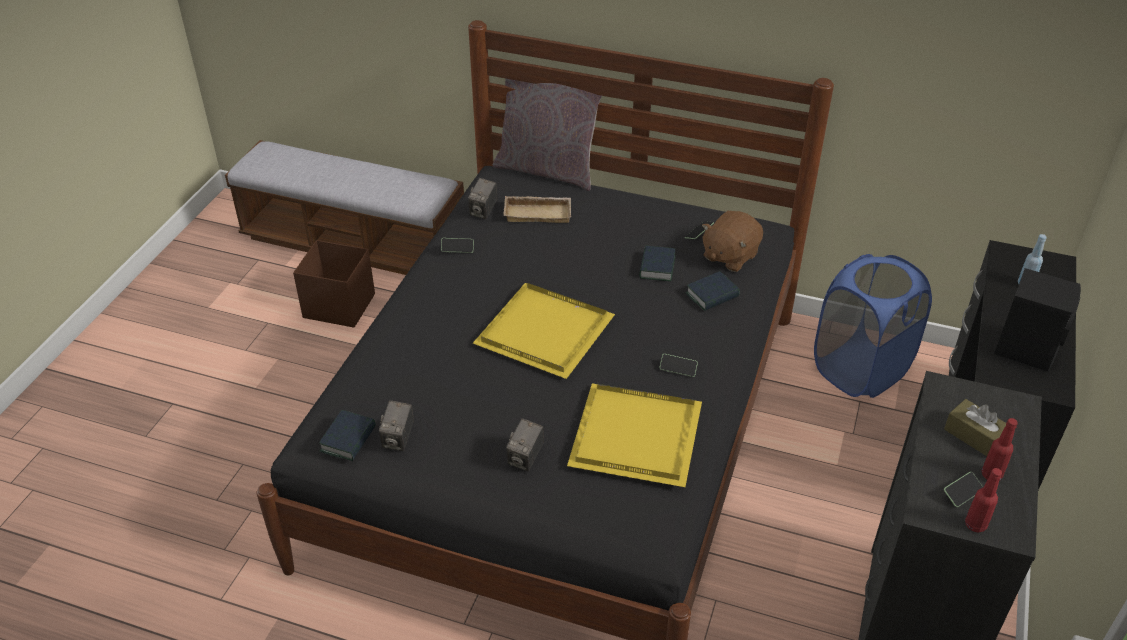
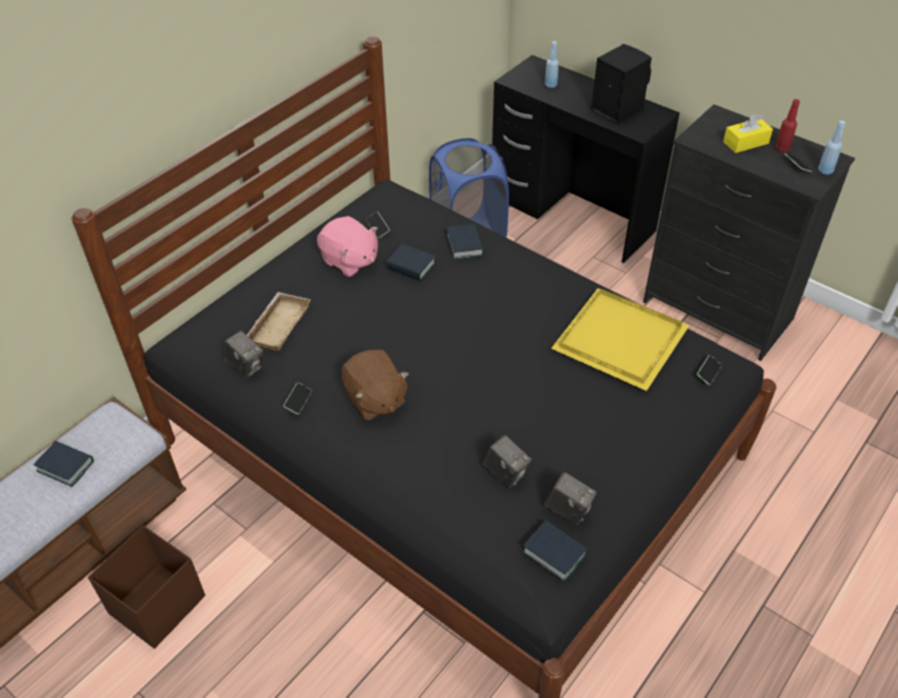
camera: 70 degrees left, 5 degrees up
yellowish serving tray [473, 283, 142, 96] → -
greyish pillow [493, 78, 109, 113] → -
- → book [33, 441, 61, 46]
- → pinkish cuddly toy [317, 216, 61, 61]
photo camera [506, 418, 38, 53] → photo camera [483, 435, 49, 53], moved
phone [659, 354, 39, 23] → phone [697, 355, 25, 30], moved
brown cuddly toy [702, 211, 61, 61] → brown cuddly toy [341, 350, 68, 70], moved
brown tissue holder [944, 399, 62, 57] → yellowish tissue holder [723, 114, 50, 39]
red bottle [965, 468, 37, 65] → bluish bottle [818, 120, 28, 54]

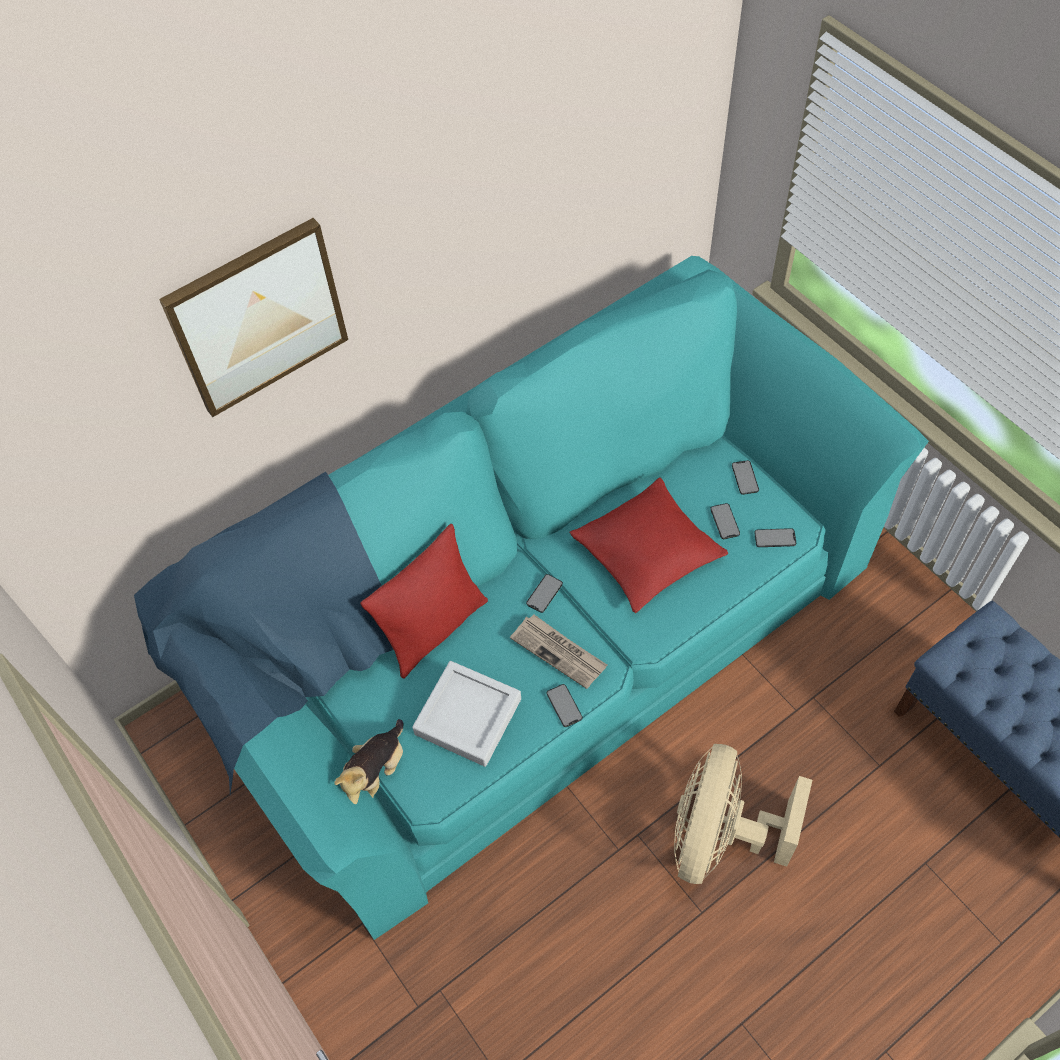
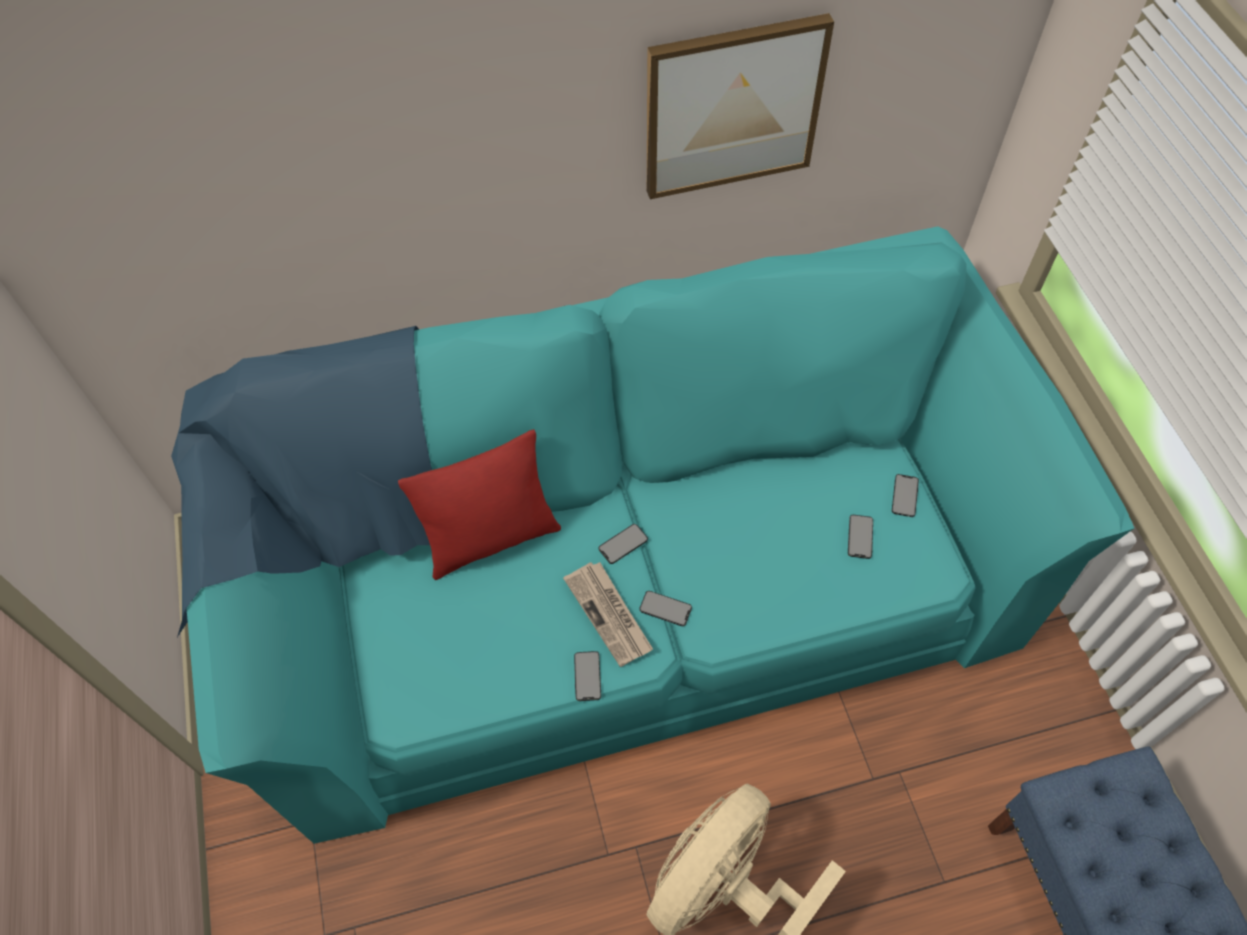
camera: 20 degrees right, 0 degrees up
cuddly toy [334, 719, 69, 85] → -
greyish serving tray [412, 661, 109, 106] → -
red pillow [569, 477, 159, 136] → -
wall picture [159, 218, 189, 199] → wall picture [647, 13, 187, 186], moved
phone [754, 528, 42, 19] → phone [639, 591, 53, 35], moved

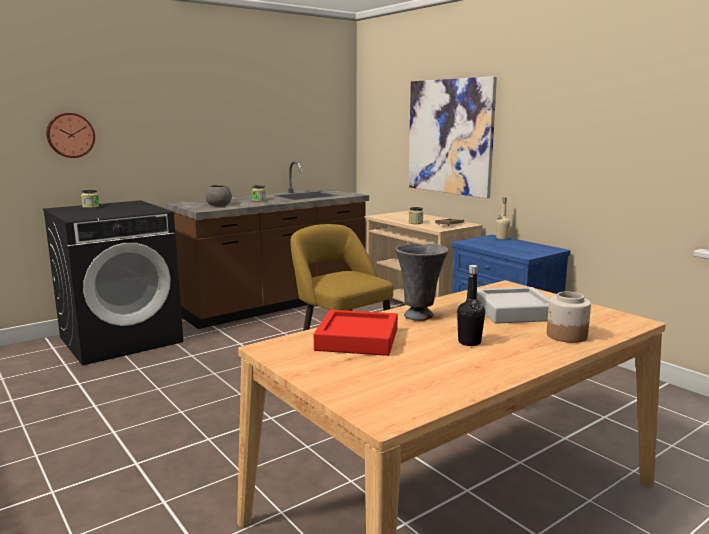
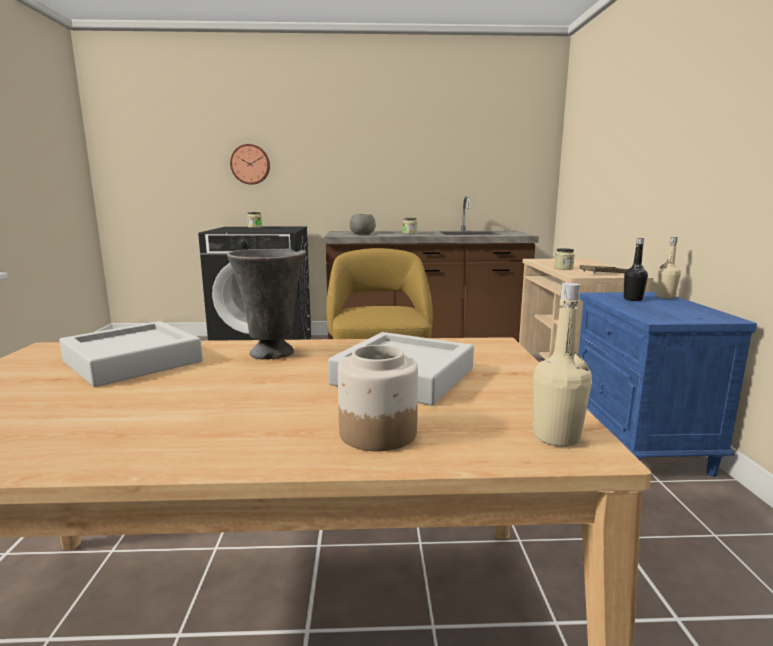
camera: 35 degrees right, 0 degrees up
wall picture [408, 76, 89, 122] → -
- → beige bottle [533, 283, 59, 164]
blackish bottle [457, 265, 28, 81] → blackish bottle [624, 238, 24, 63], moved
red serving tray [314, 310, 84, 46] → greyish serving tray [59, 321, 144, 66]

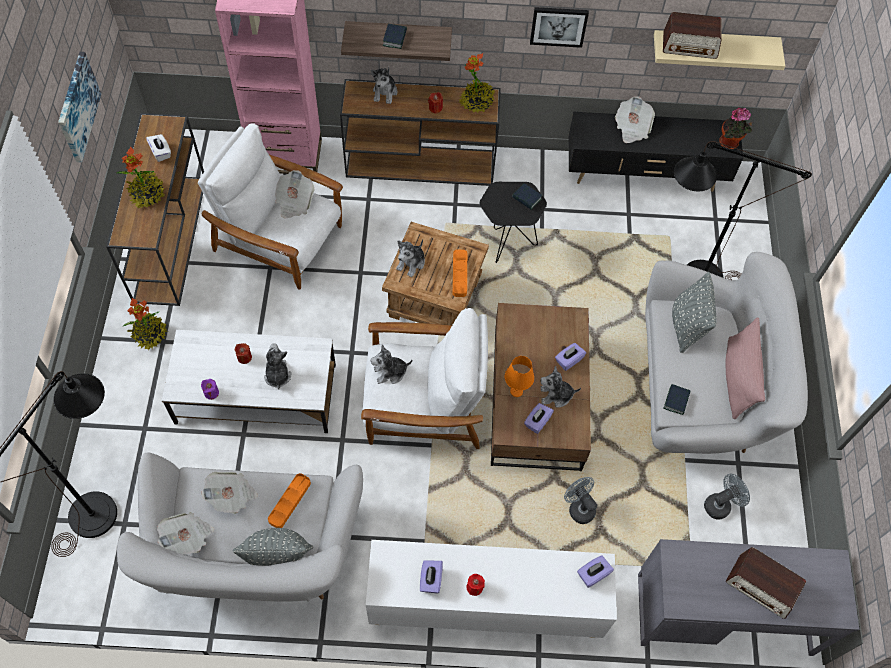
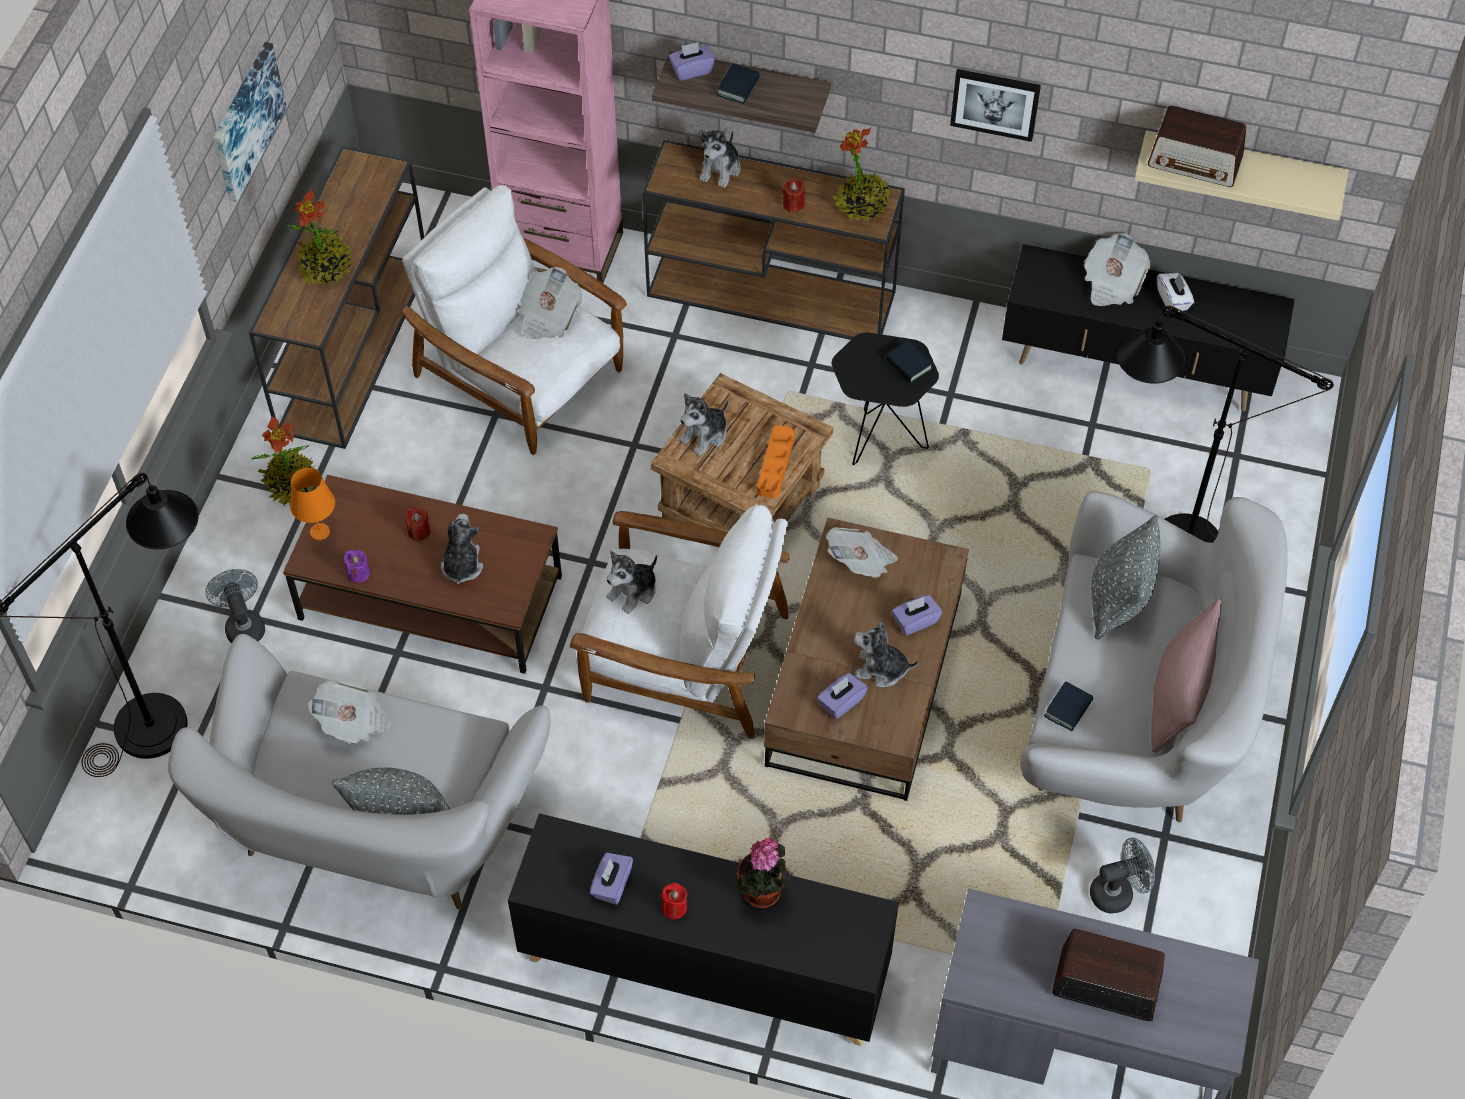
camera: 15 degrees right, 5 degrees down
orange-coloured serving tray [268, 473, 43, 55] → -
whitish tissue holder [146, 134, 25, 28] → whitish tissue holder [1157, 273, 37, 39], moved
daily paper [157, 512, 57, 43] → daily paper [826, 527, 72, 51], moved
orange-coloured tabletop lamp [505, 356, 29, 41] → orange-coloured tabletop lamp [290, 468, 45, 72], moved
greyish electric fan [564, 477, 33, 47] → greyish electric fan [205, 569, 60, 75], moved
purple tissue holder [577, 555, 37, 33] → purple tissue holder [669, 42, 46, 39], moved
plant in a pot [719, 108, 33, 41] → plant in a pot [735, 838, 56, 70], moved
whitish coffee table [162, 330, 174, 103] → brown coffee table [283, 475, 279, 199]
whitish cabinet [366, 540, 251, 98] → blackish cabinet [508, 813, 391, 233]
cuddly toy [370, 344, 42, 40] → cuddly toy [607, 551, 50, 63], 45 degrees counterclockwise
radio set [726, 547, 80, 72] → radio set [1052, 928, 113, 93], 150 degrees clockwise

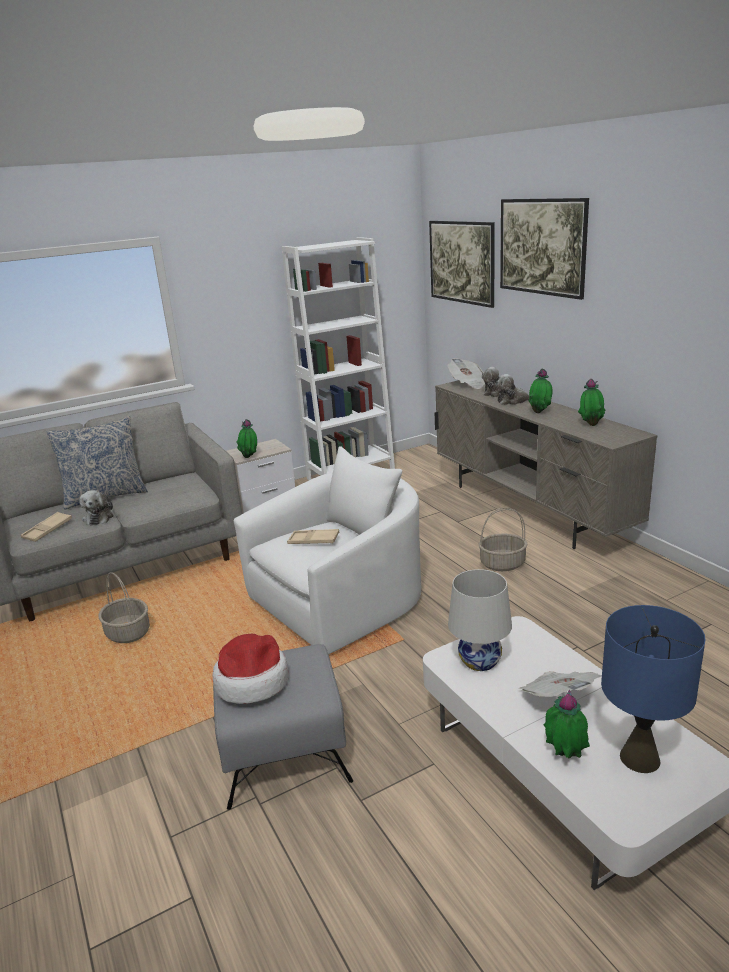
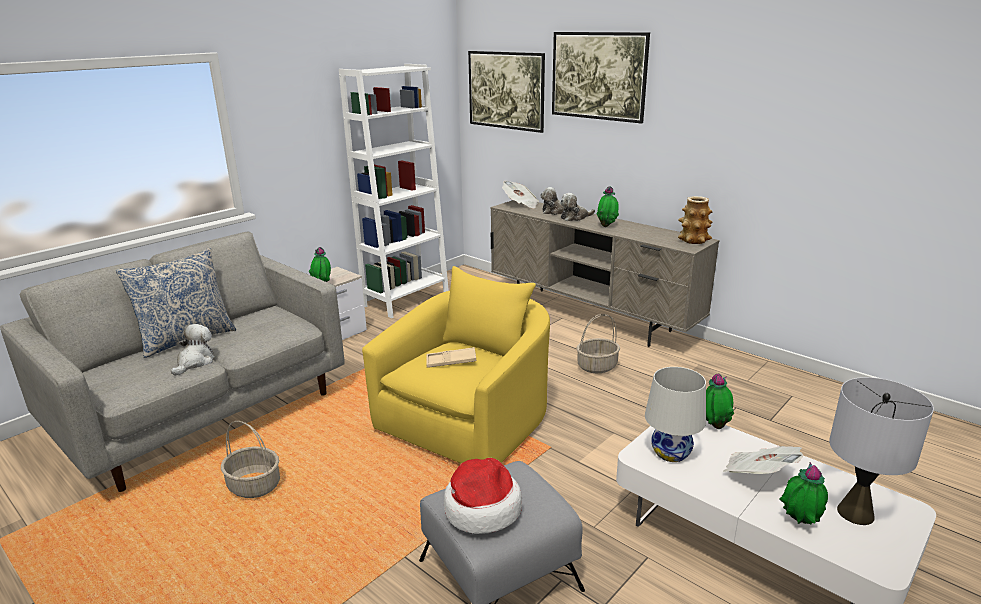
camera: 20 degrees left, 0 degrees up
beige serving tray [21, 512, 51, 30] → -
- → flower vase [678, 196, 34, 48]
plant in a pot [578, 379, 27, 47] → plant in a pot [706, 374, 28, 55], moved
whitish lounge chair [234, 446, 187, 209] → yellowish lounge chair [362, 266, 188, 197]
bluish tabletop lamp [601, 605, 105, 168] → greyish tabletop lamp [829, 377, 105, 148]
cuddly toy [79, 490, 34, 36] → cuddly toy [171, 324, 43, 52], 135 degrees counterclockwise

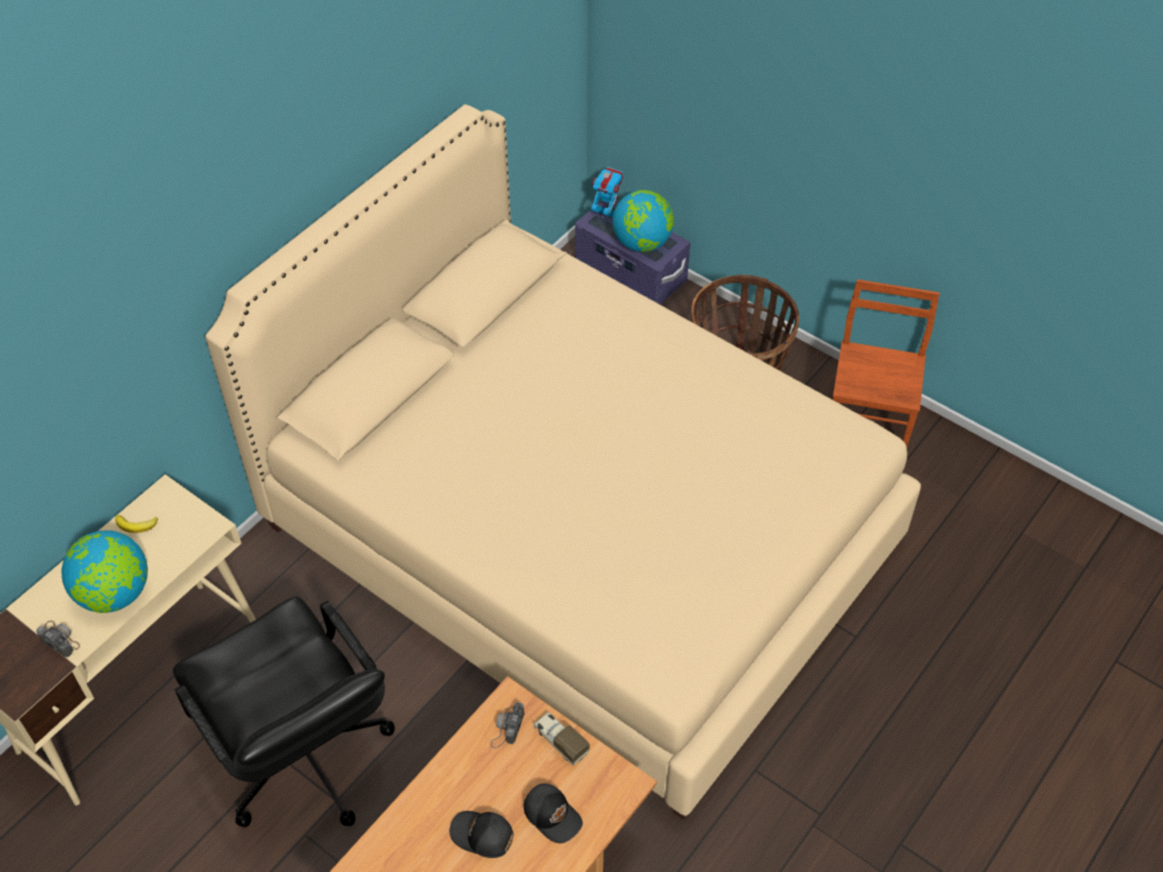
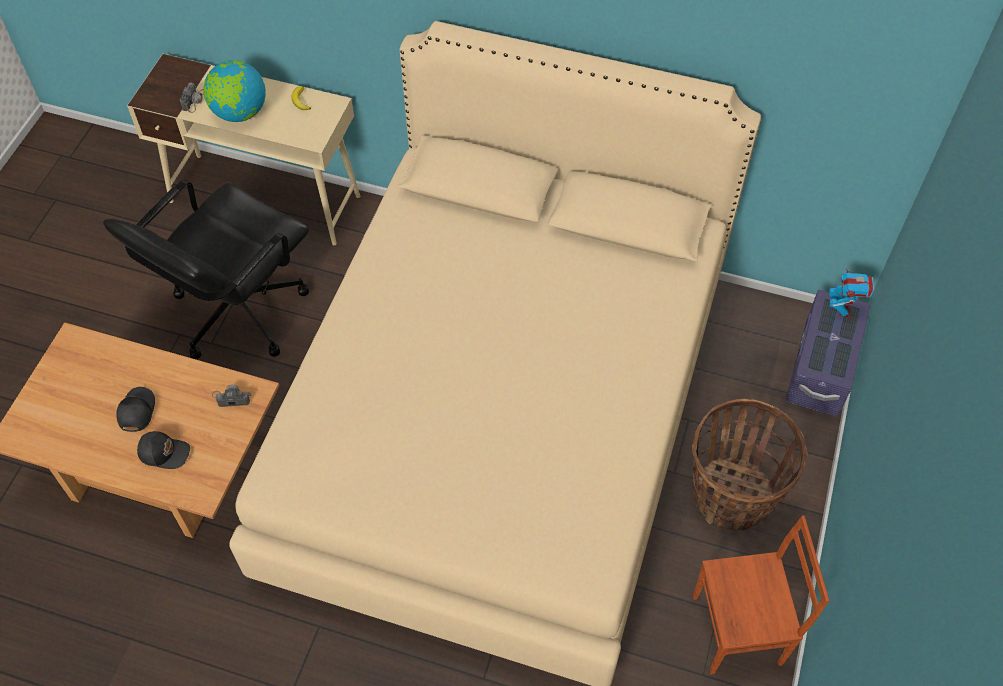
camera: 70 degrees right, 5 degrees up
toy lorry [534, 712, 56, 54] → -
desk globe [613, 190, 61, 62] → -
blackish peaked cap [524, 784, 59, 59] → blackish peaked cap [137, 431, 53, 38], 105 degrees counterclockwise

